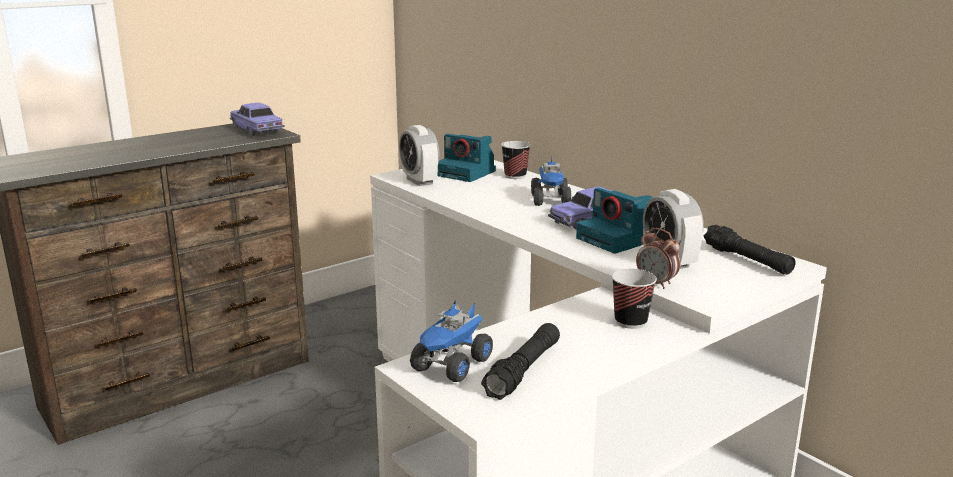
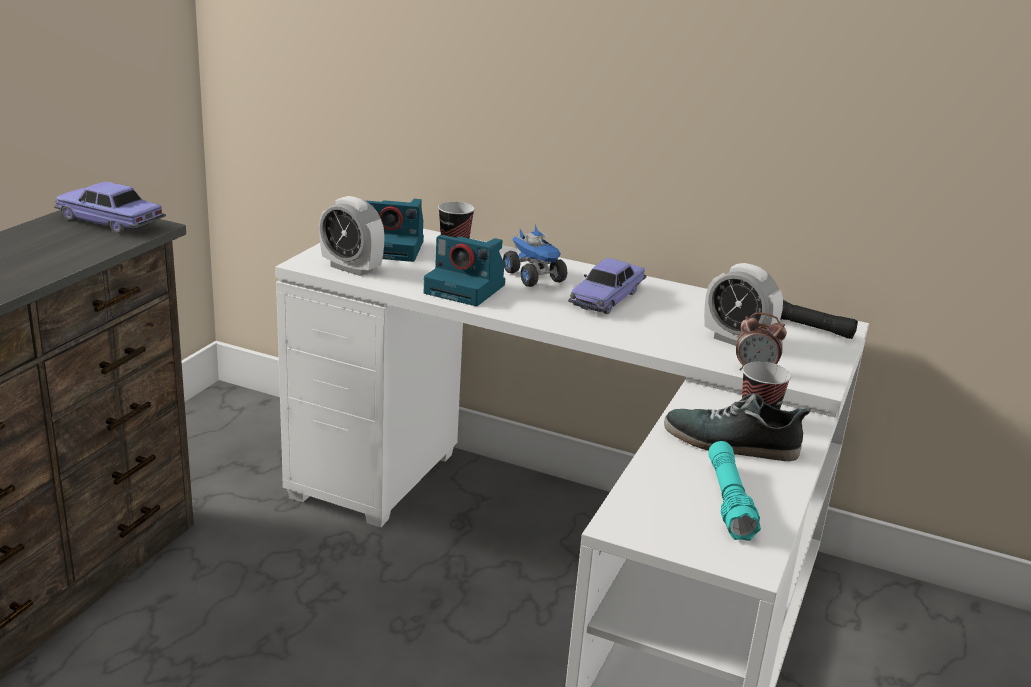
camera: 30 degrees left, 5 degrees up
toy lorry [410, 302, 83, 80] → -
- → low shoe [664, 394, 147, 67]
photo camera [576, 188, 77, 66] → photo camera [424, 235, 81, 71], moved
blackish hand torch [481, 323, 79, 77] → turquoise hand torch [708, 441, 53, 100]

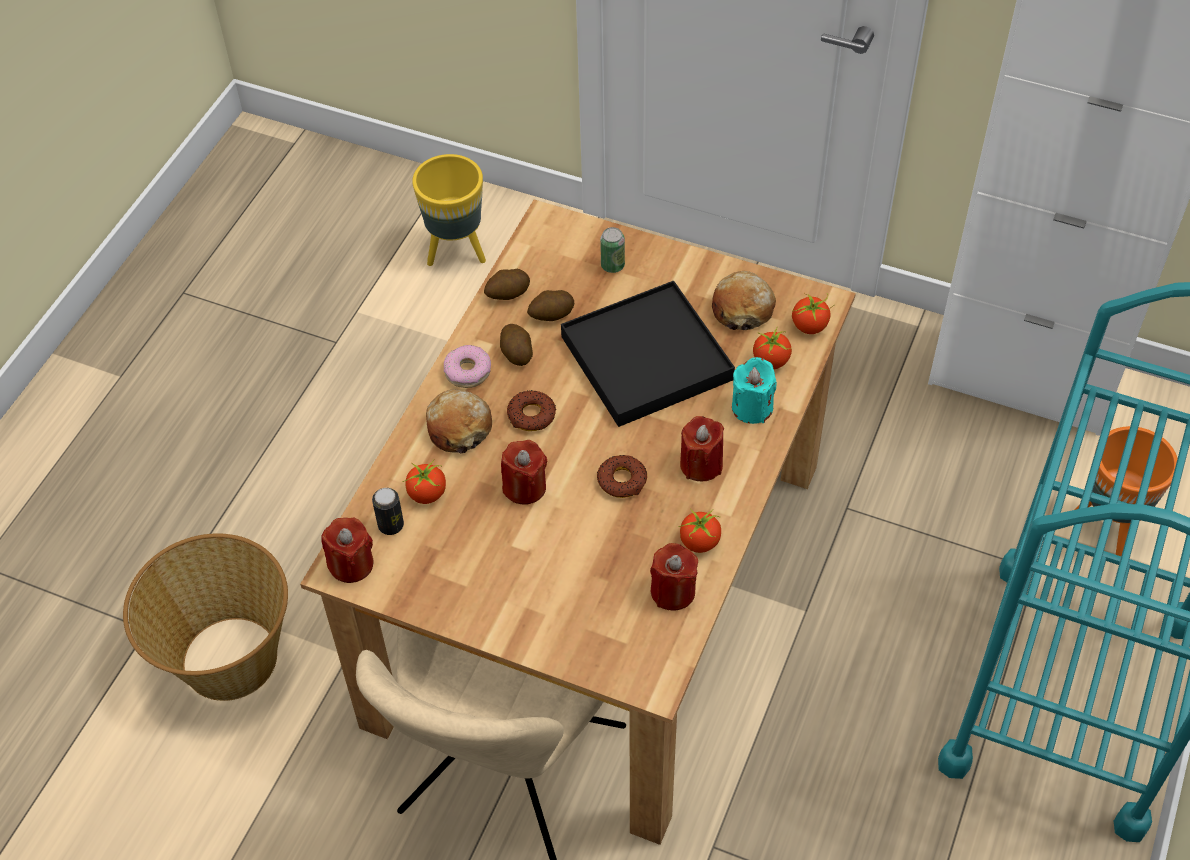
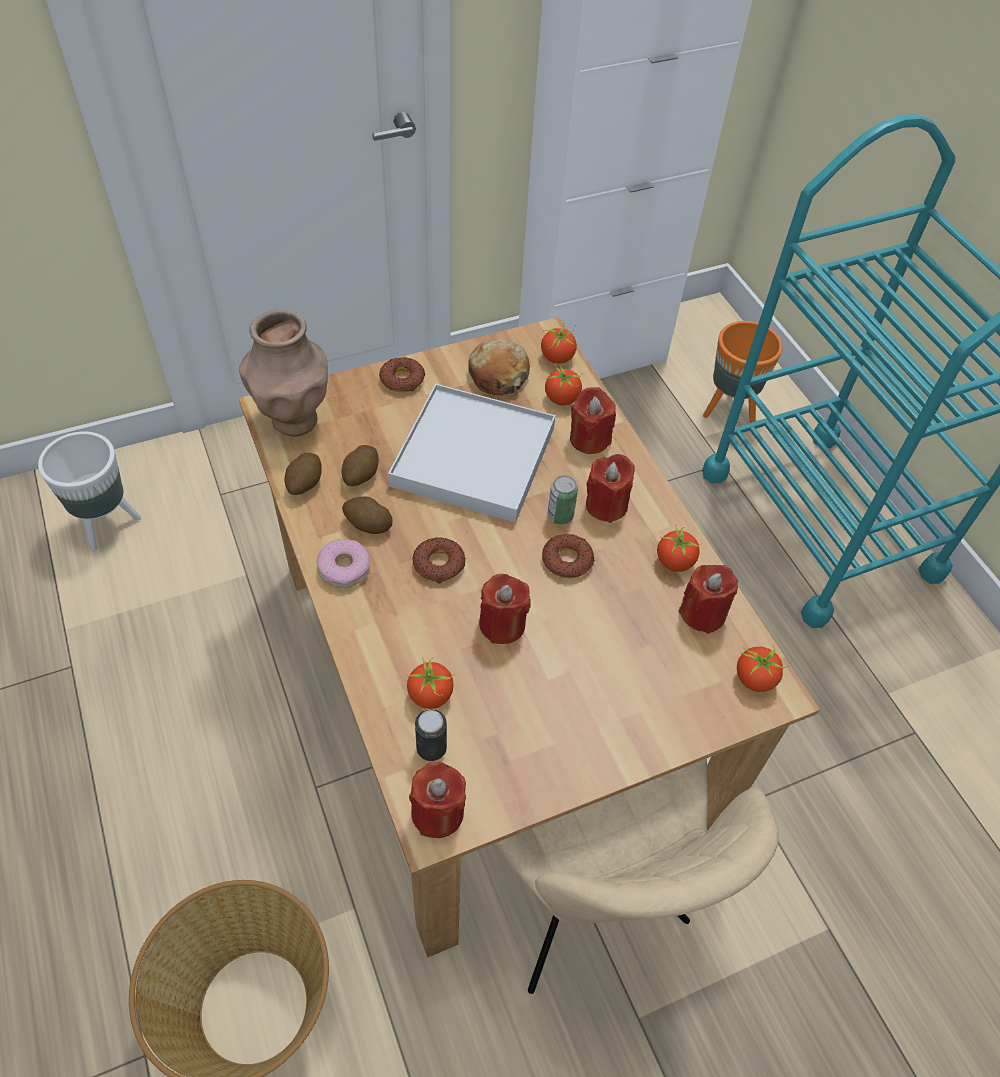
camera: 50 degrees left, 0 degrees up
bread [426, 389, 66, 65] → -
- → brown flower vase [239, 309, 89, 128]
- → donut [379, 357, 46, 35]
- → whole tomato [737, 646, 54, 46]
sealed can [600, 227, 25, 46] → sealed can [548, 475, 30, 49], moved
yellowish plant pot [412, 154, 74, 112] → whitish plant pot [38, 431, 103, 120]
blackish serving tray [561, 281, 174, 146] → whitish serving tray [388, 384, 167, 139]
turquoise wax light [732, 357, 45, 67] → red wax light [570, 387, 46, 67]

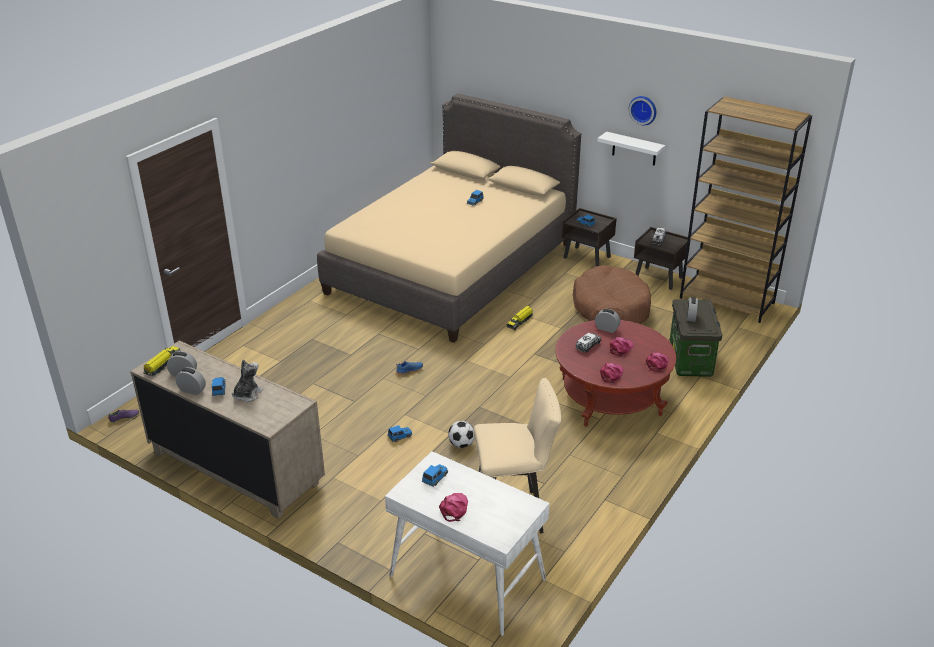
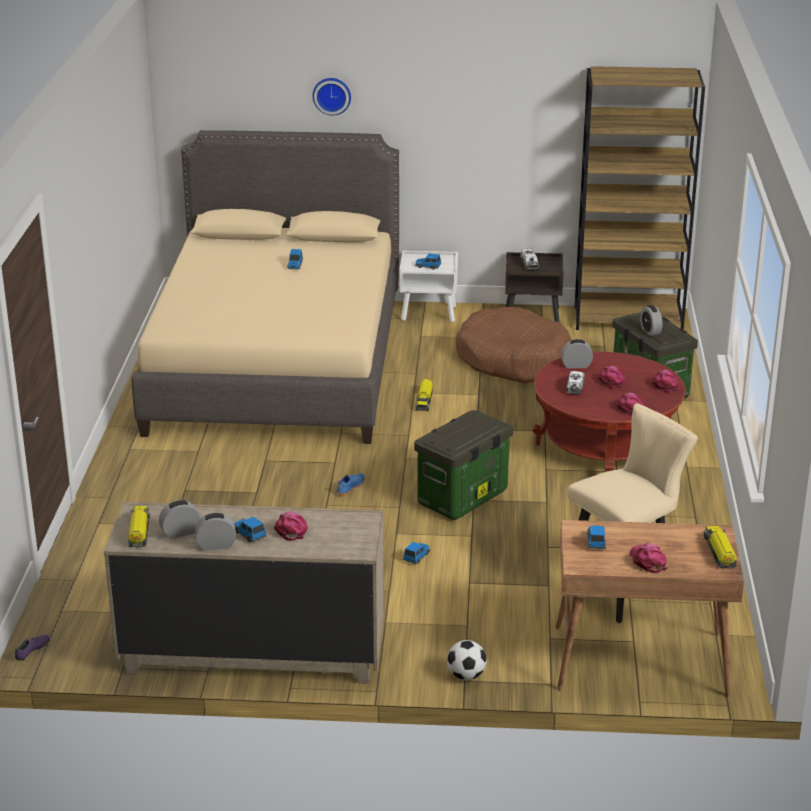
camera: 30 degrees left, 5 degrees down
whitish wall shelf [597, 132, 68, 34] → -
- → storage box [414, 410, 99, 110]
- → toy lorry [704, 526, 33, 43]
ball for football [448, 421, 27, 27] → ball for football [447, 640, 40, 40], moved
hanging clock [629, 96, 27, 30] → hanging clock [313, 78, 38, 37], moved
cuddly toy [232, 360, 31, 42] → pinkish peaked cap [274, 511, 34, 30]
whitish desk table [385, 451, 165, 185] → brown desk table [556, 520, 188, 177]
brown night table [562, 208, 55, 58] → whitish night table [400, 251, 58, 71]

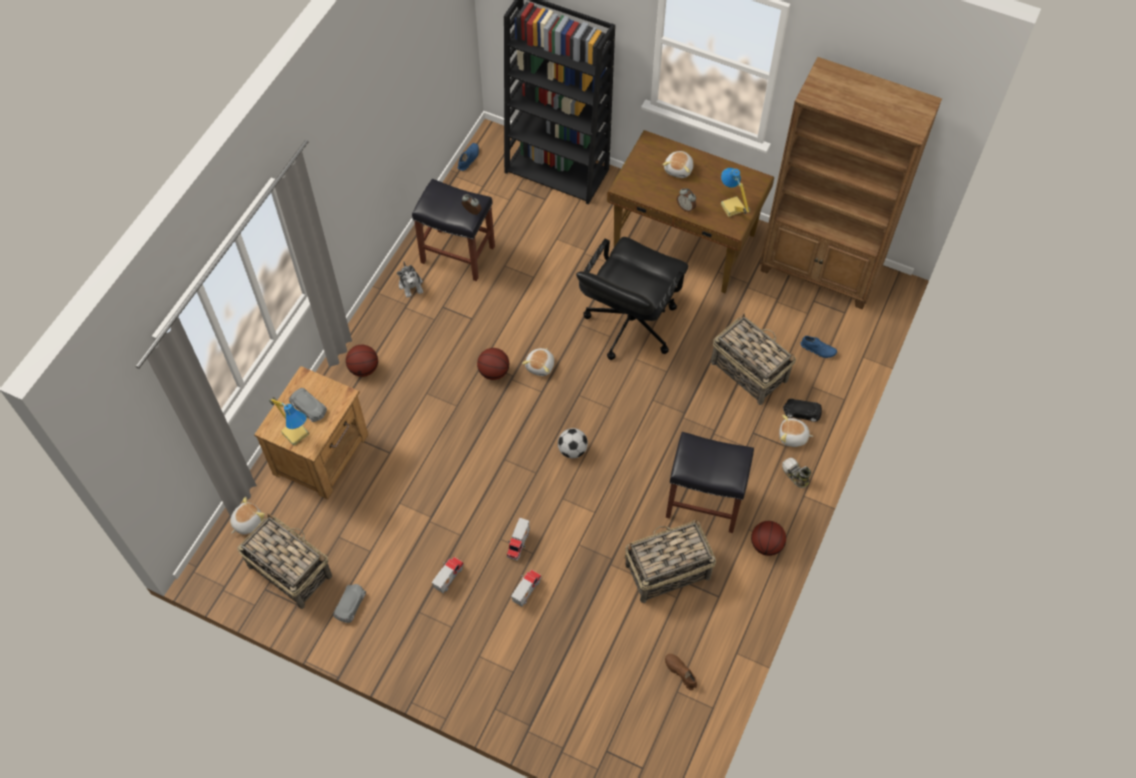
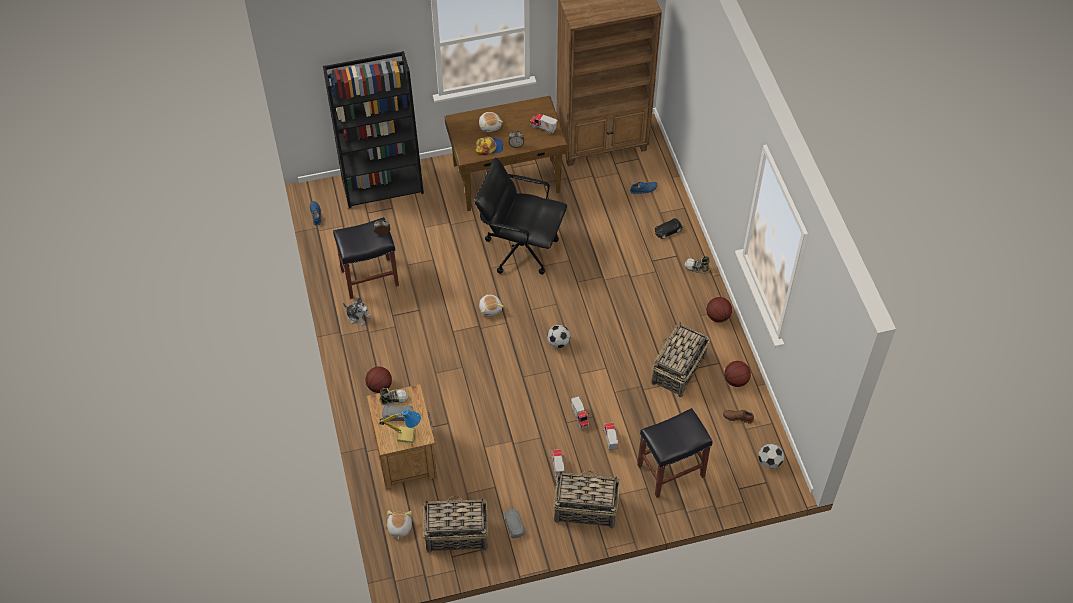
camera: 40 degrees left, 5 degrees down
cuddly toy [779, 415, 34, 32] → -
- → low shoe [379, 388, 29, 17]
- → peaked cap [476, 137, 27, 18]
- → ball for football [758, 443, 26, 26]
basketball [477, 348, 32, 32] → basketball [724, 361, 27, 26], moved
blackish stool [666, 432, 88, 101] → blackish stool [637, 408, 76, 90], moved
household basket [711, 313, 85, 92] → household basket [553, 470, 67, 59], moved
tabletop lamp [720, 168, 30, 49] → toy lorry [530, 113, 28, 21]
blackish computer chair [576, 237, 112, 123] → blackish computer chair [474, 158, 93, 117], 120 degrees clockwise

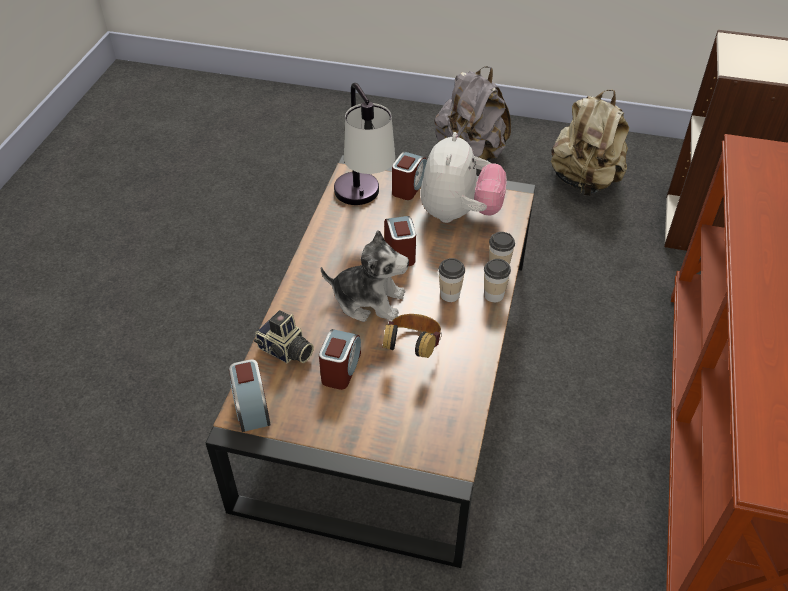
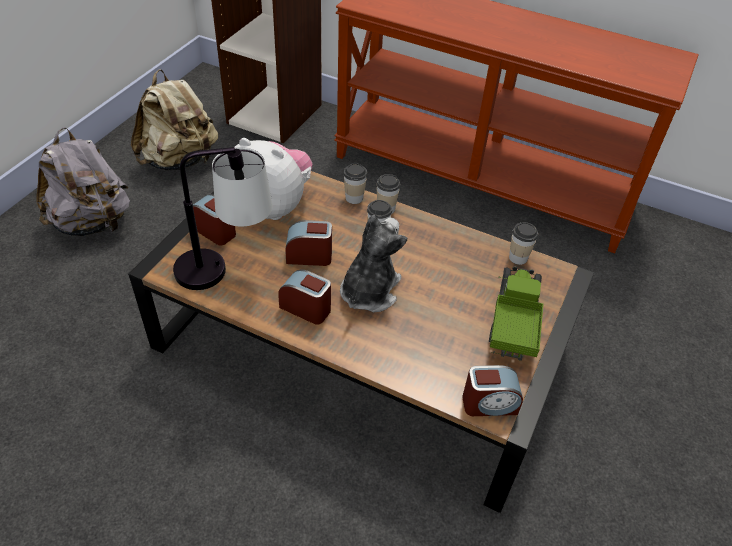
camera: 80 degrees left, 0 degrees up
photo camera [254, 310, 60, 54] → -
pair of headphones [383, 314, 59, 44] → -
- → toy lorry [489, 266, 54, 95]
- → drinking cup [509, 222, 29, 43]
bedside clock [319, 329, 42, 61] → bedside clock [278, 270, 53, 55], moved

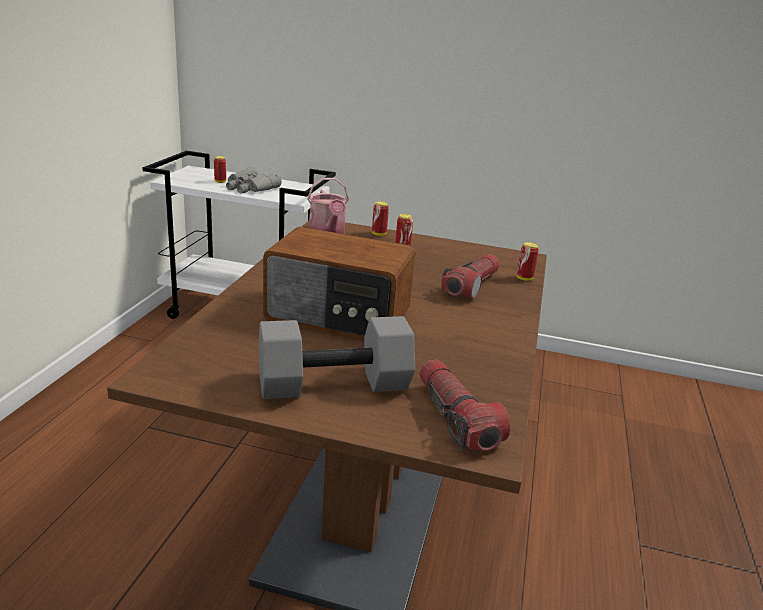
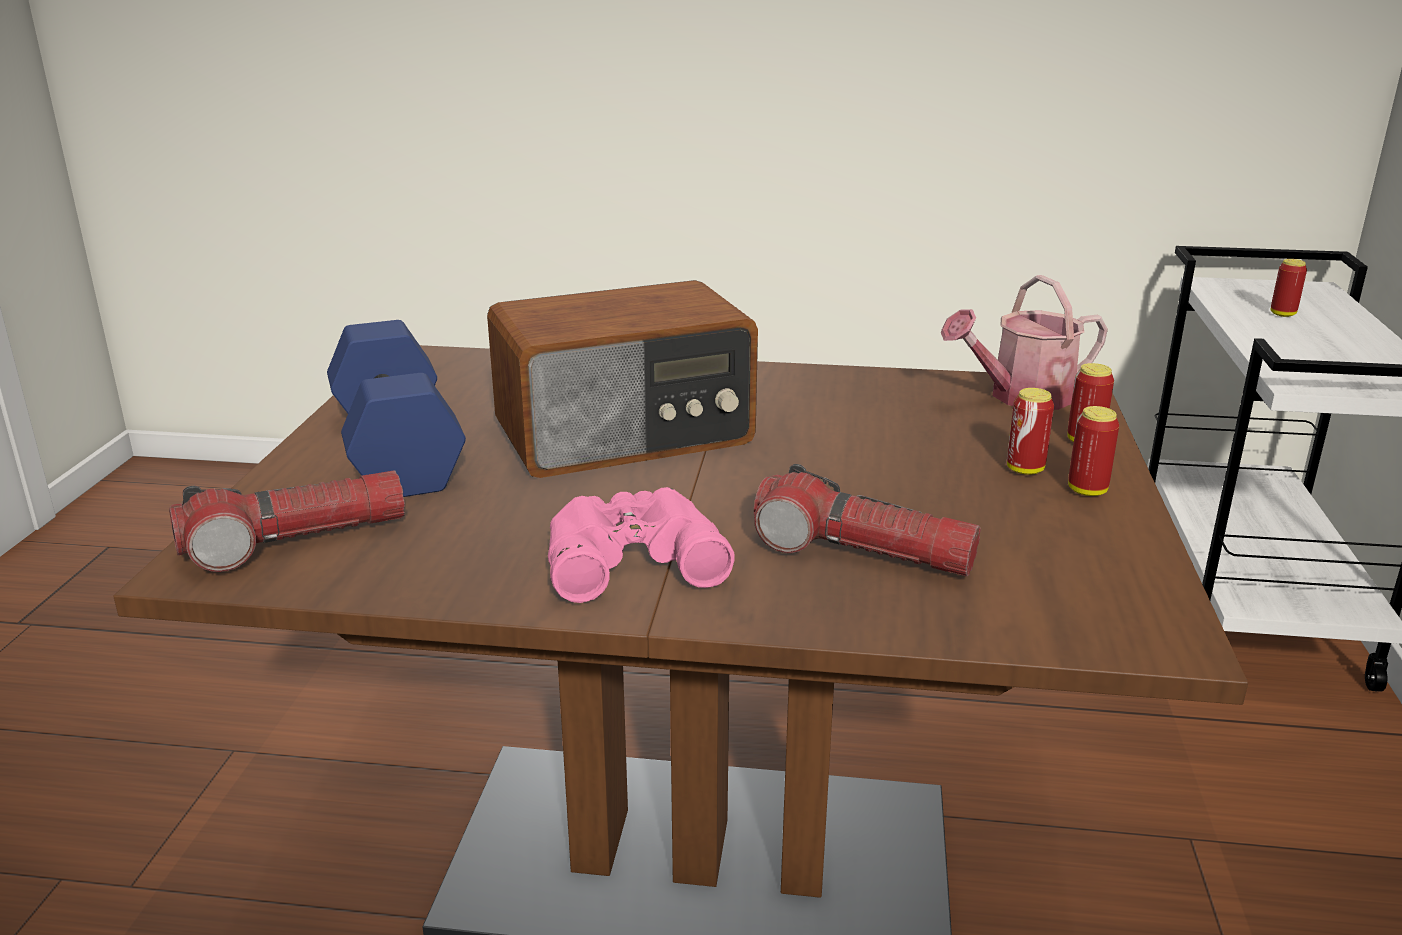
camera: 85 degrees right, 0 degrees up
greyish binoculars [226, 167, 56, 27] → -
- → pinkish binoculars [548, 487, 187, 116]
sealed can [517, 242, 22, 39] → sealed can [1068, 406, 51, 90], moved
greyish free weight [259, 316, 156, 83] → bluish free weight [327, 320, 139, 177]
radio set [263, 227, 153, 113] → radio set [487, 280, 271, 198], 120 degrees counterclockwise

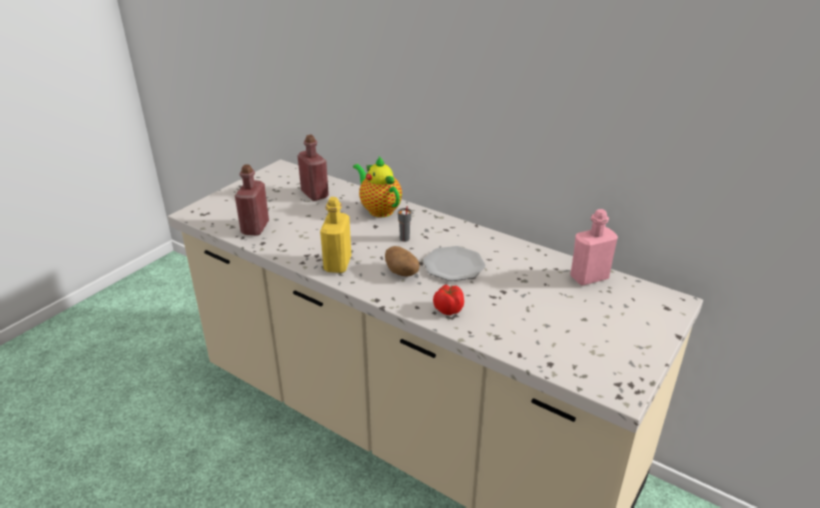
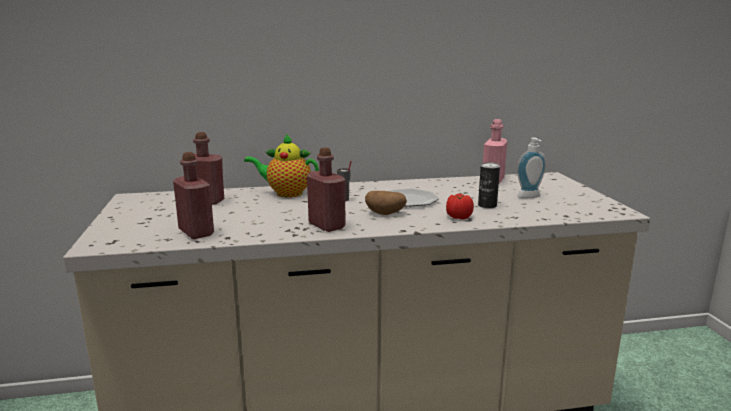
camera: 45 degrees left, 15 degrees down
- → sealed can [478, 162, 22, 47]
- → soap dispenser [517, 138, 29, 60]
yellowish bottle [320, 197, 31, 76] → red bottle [307, 147, 39, 85]

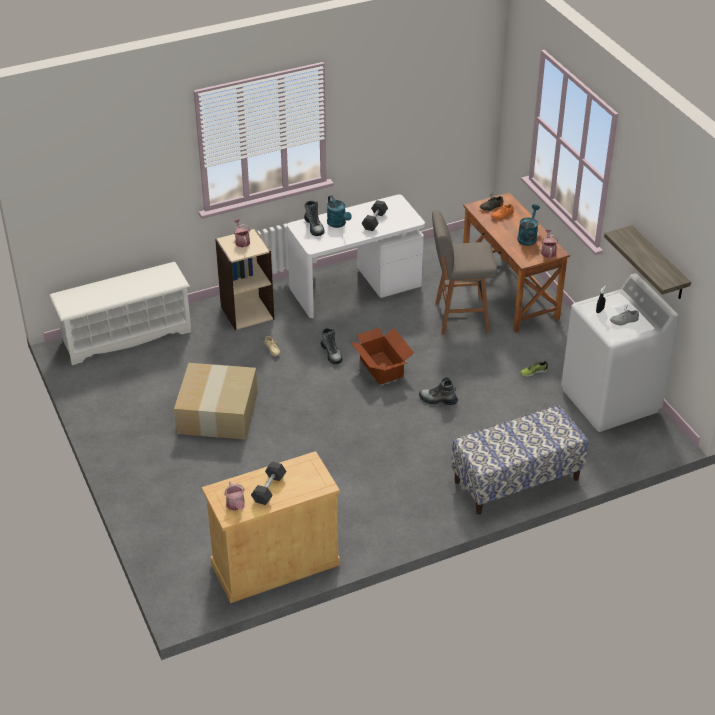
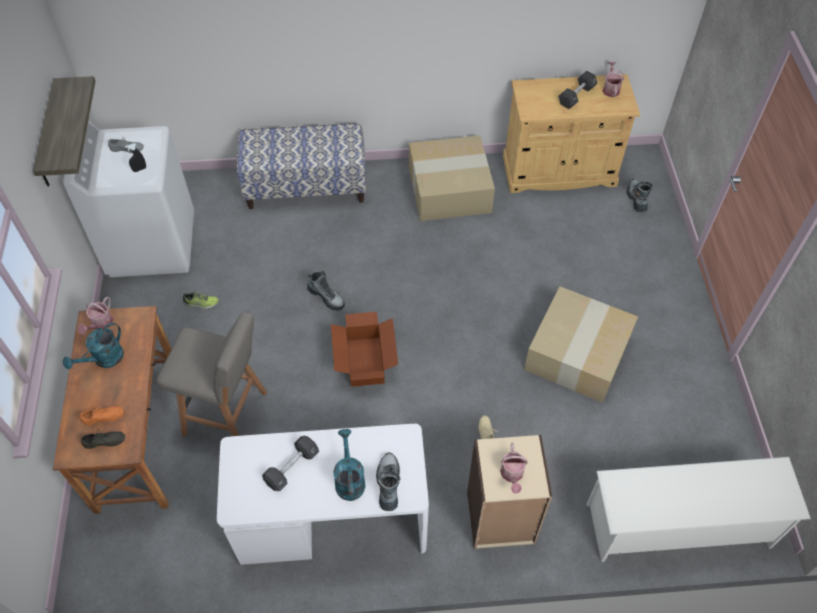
camera: 160 degrees left, 15 degrees up
- → cardboard box [409, 135, 86, 86]
high-top boot [321, 328, 22, 36] → high-top boot [627, 179, 26, 33], moved

